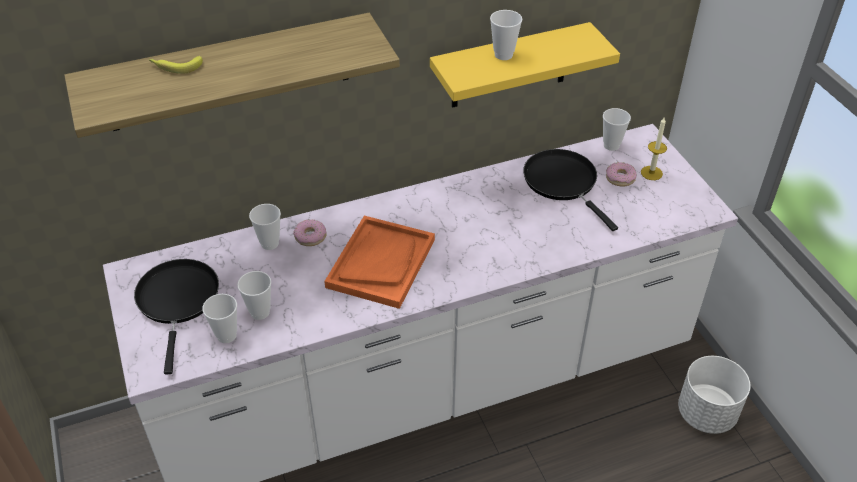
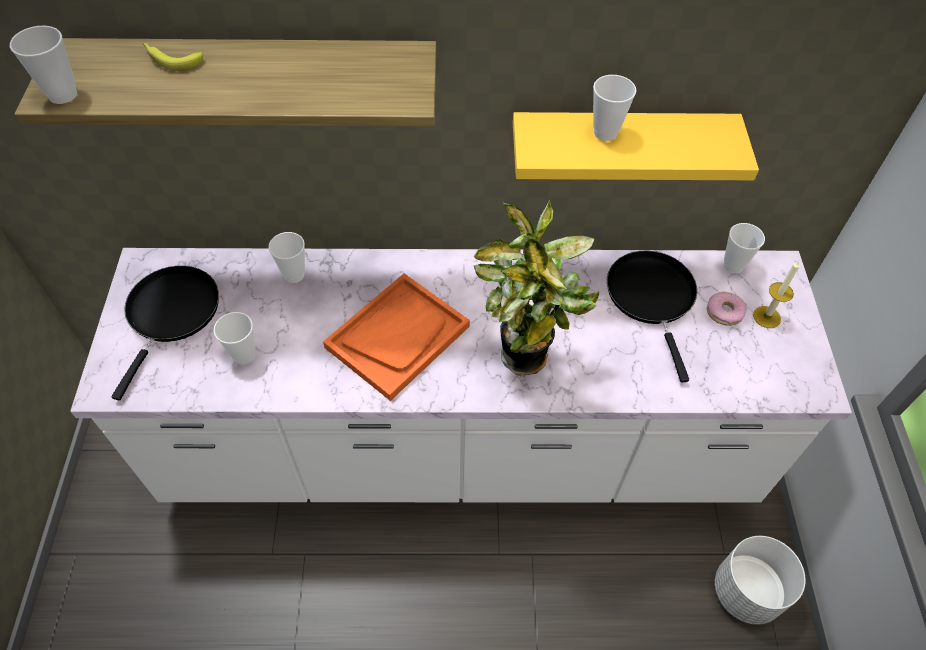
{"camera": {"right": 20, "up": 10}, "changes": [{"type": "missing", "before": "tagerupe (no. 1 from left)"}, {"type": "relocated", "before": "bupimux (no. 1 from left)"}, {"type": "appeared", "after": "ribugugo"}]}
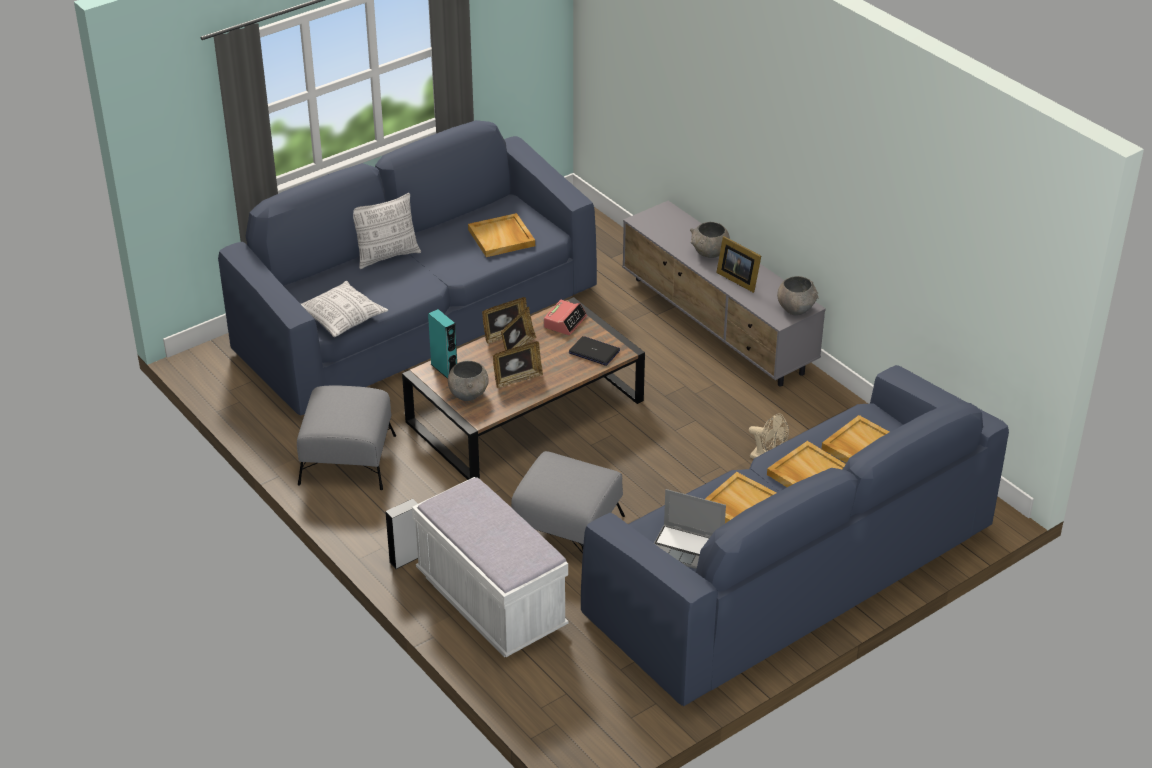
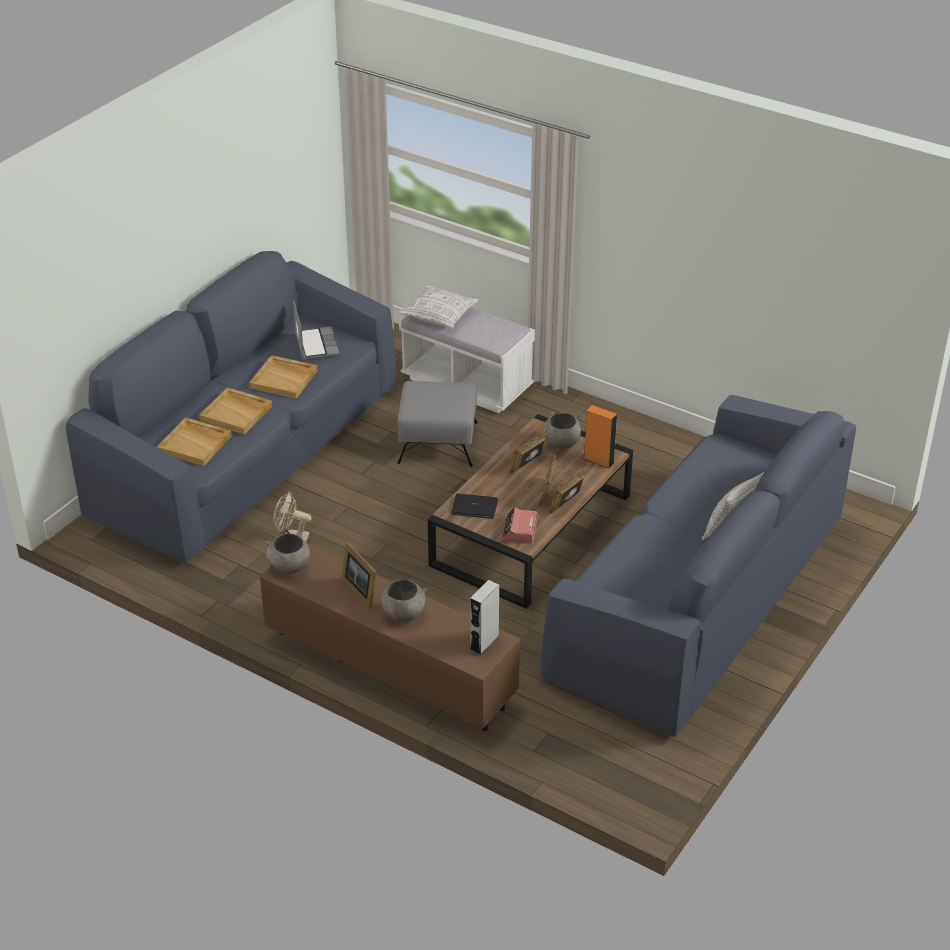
{"camera": {"right": 160, "up": 0}, "changes": [{"type": "colour", "before": "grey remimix", "after": "brown remimix"}, {"type": "missing", "before": "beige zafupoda (no. 1 from left)"}, {"type": "spun", "before": "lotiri (no. 4 from left in the first image)", "turn": -150}, {"type": "relocated", "before": "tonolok (no. 1 from left)"}, {"type": "colour", "before": "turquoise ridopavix", "after": "orange ridopavix"}, {"type": "missing", "before": "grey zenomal (no. 1 from left)"}, {"type": "spun", "before": "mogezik (no. 2 from left in the first image)", "turn": 75}, {"type": "relocated", "before": "grey ridopavix"}]}
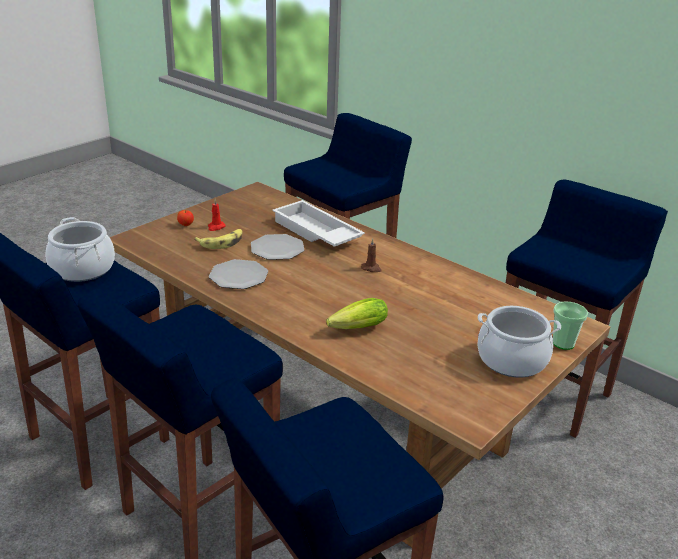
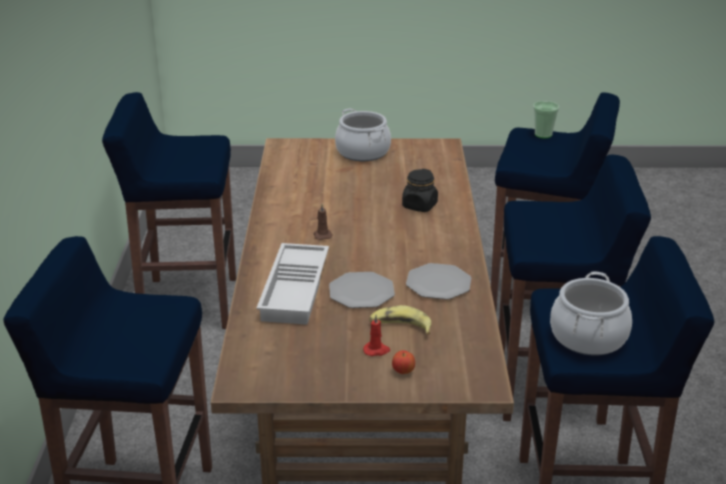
{"camera": {"right": -130, "up": 0}, "changes": [{"type": "exchanged", "before": "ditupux", "after": "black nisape"}, {"type": "relocated", "before": "bupimux"}]}
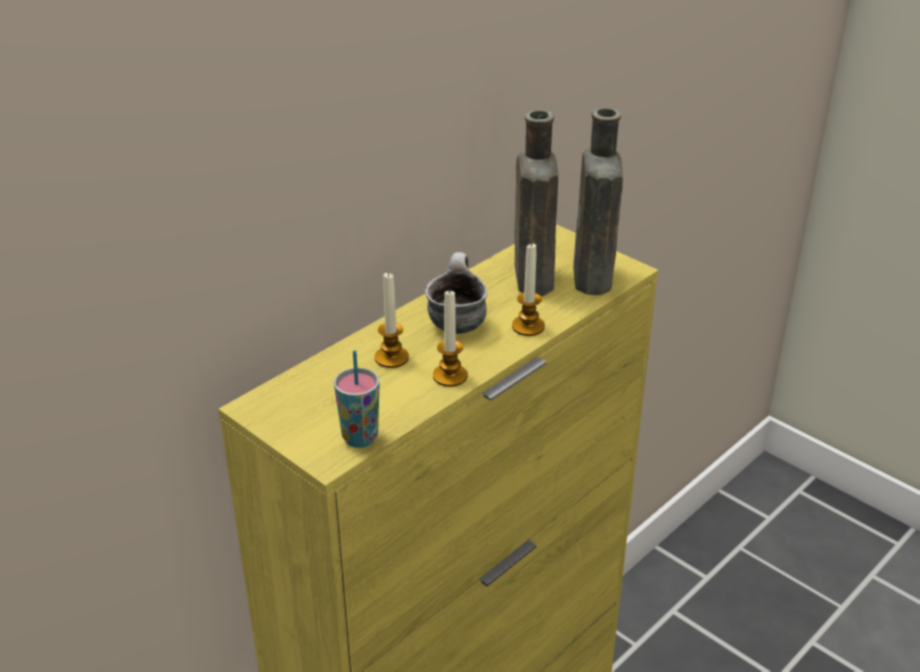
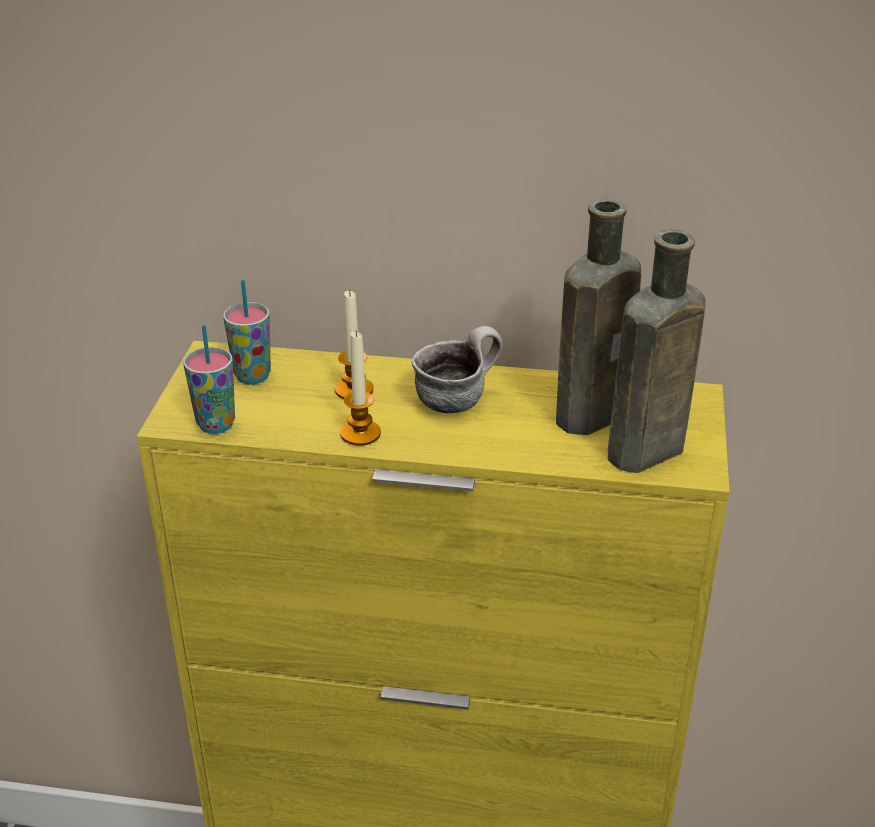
{"camera": {"right": 55, "up": 0}, "changes": [{"type": "missing", "before": "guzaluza (no. 3 from left)"}, {"type": "appeared", "after": "bupimux (no. 2 from left)"}]}
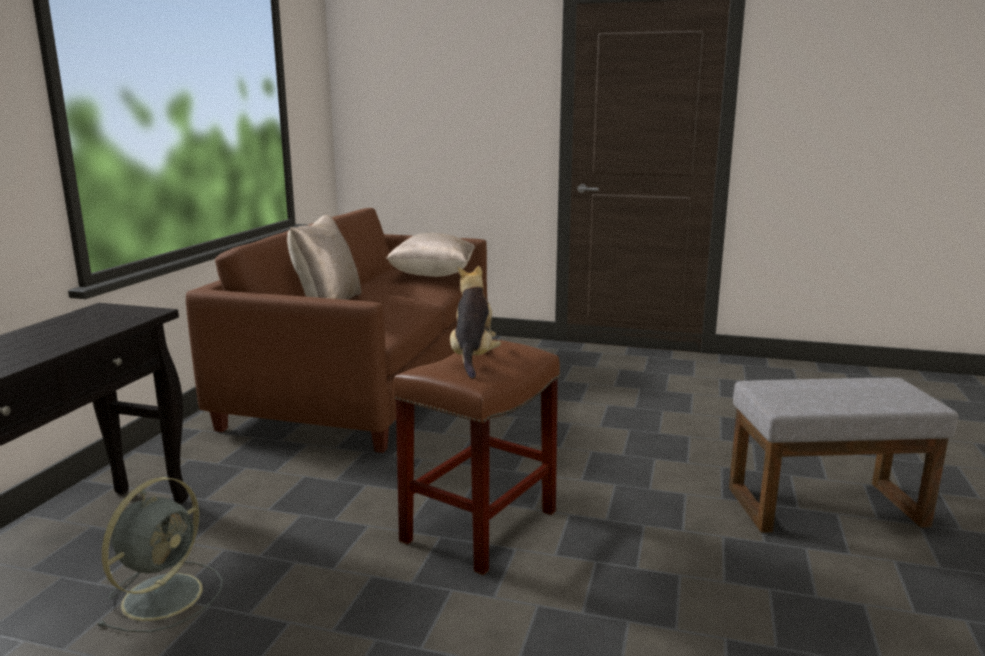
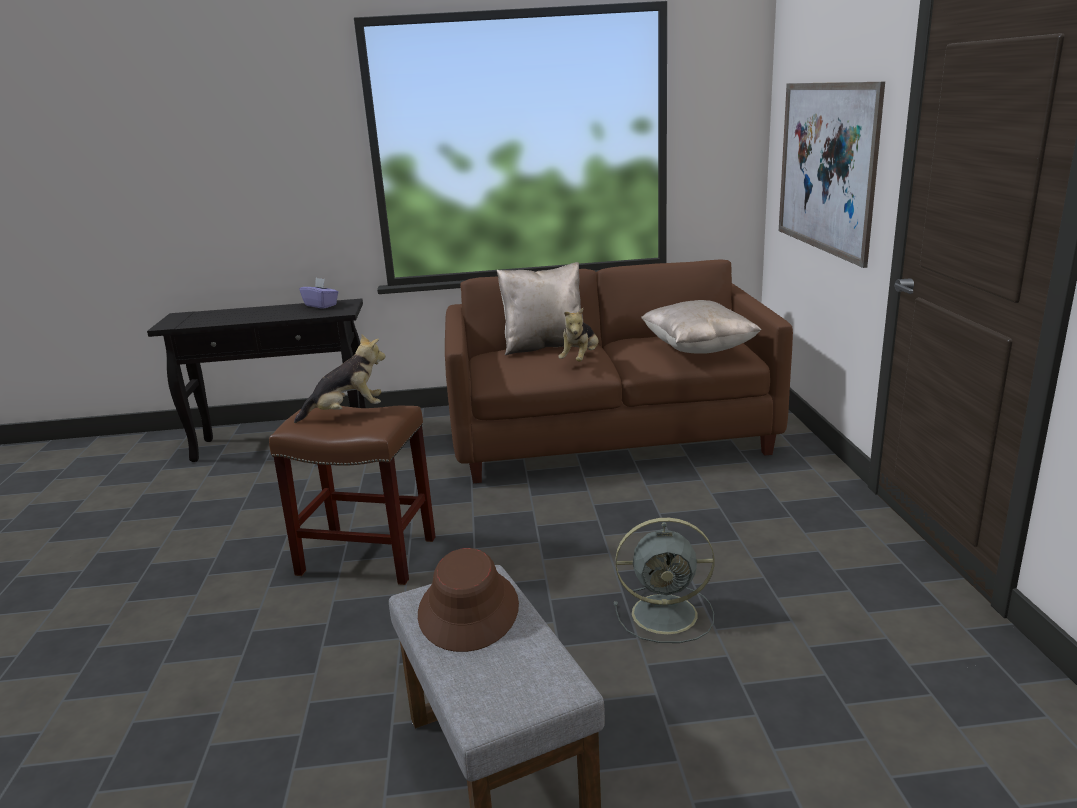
{"camera": {"right": 70, "up": 5}, "changes": [{"type": "relocated", "before": "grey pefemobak"}, {"type": "appeared", "after": "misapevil"}, {"type": "appeared", "after": "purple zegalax"}, {"type": "appeared", "after": "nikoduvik (no. 2 from left)"}, {"type": "appeared", "after": "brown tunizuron"}]}
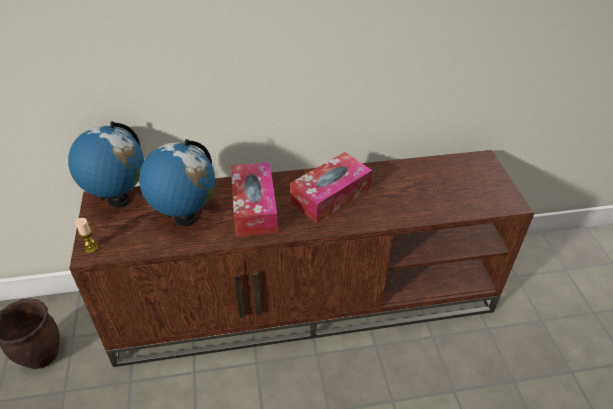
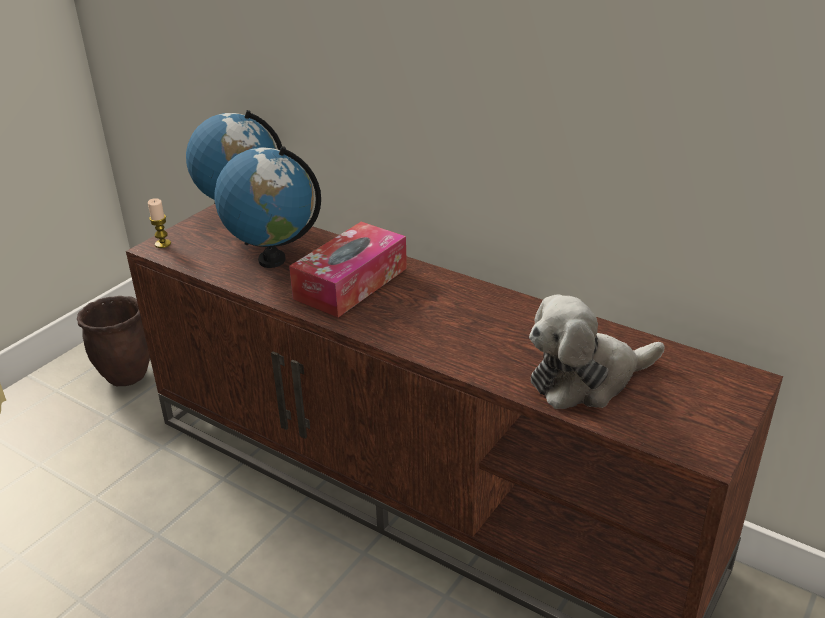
{"camera": {"right": 45, "up": -10}, "changes": [{"type": "missing", "before": "zegalax (no. 2 from left)"}, {"type": "appeared", "after": "nikoduvik"}]}
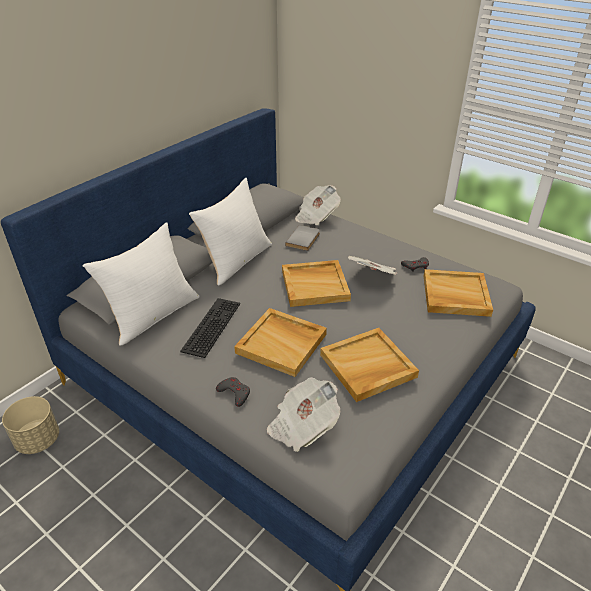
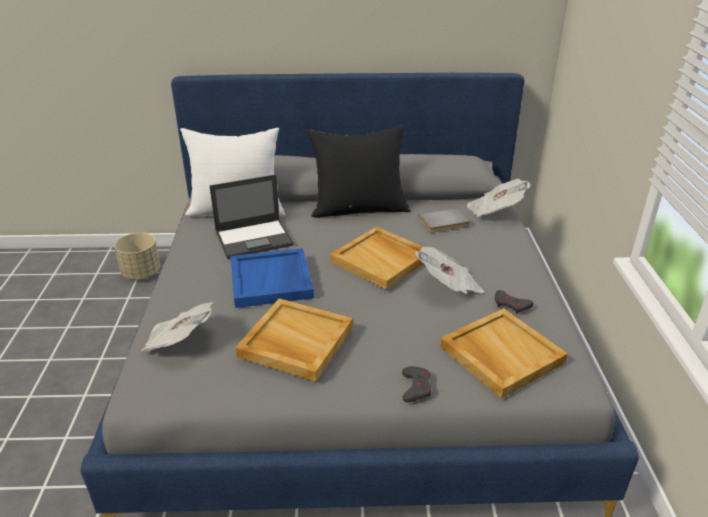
{"camera": {"right": 50, "up": -5}, "changes": [{"type": "colour", "before": "white tonolok (no. 2 from left)", "after": "black tonolok"}, {"type": "exchanged", "before": "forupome", "after": "mogezik"}, {"type": "colour", "before": "beige zafupoda (no. 1 from left)", "after": "blue zafupoda"}, {"type": "relocated", "before": "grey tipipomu (no. 1 from left)"}]}
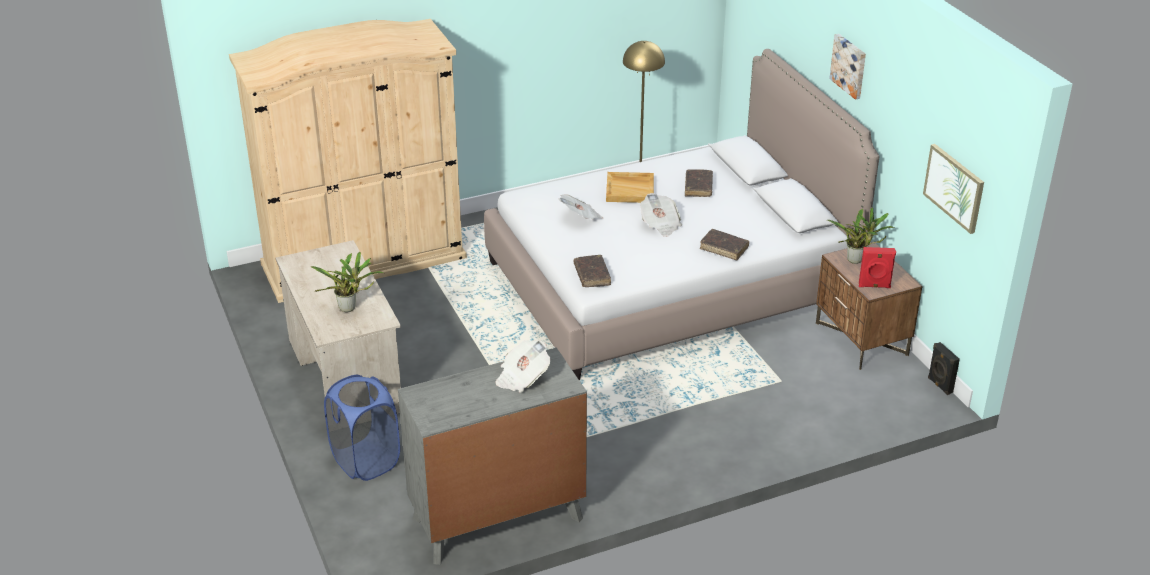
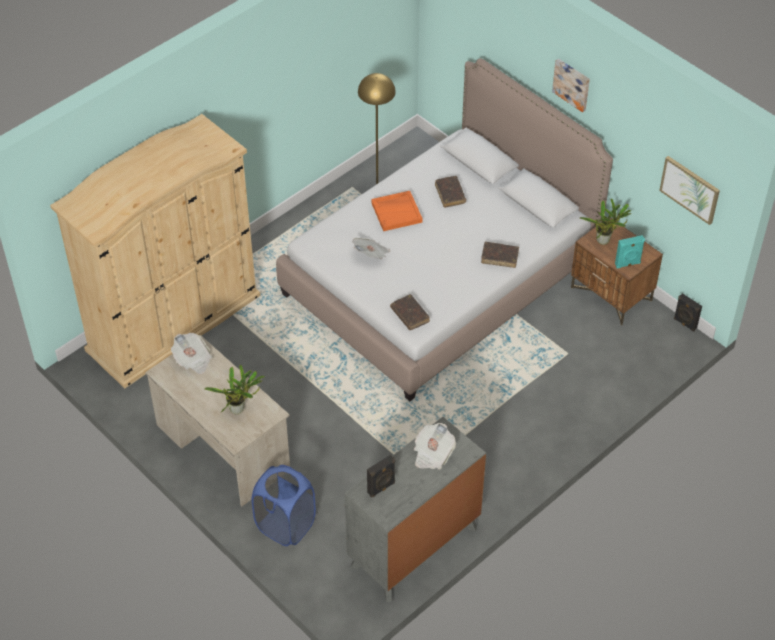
{"camera": {"right": -20, "up": 15}, "changes": [{"type": "colour", "before": "beige zafupoda", "after": "orange zafupoda"}, {"type": "relocated", "before": "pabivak (no. 3 from left in the first image)", "after": "pabivak (no. 1 from left)"}, {"type": "colour", "before": "red ridopavix", "after": "turquoise ridopavix"}, {"type": "appeared", "after": "black ridopavix (no. 1 from left)"}]}
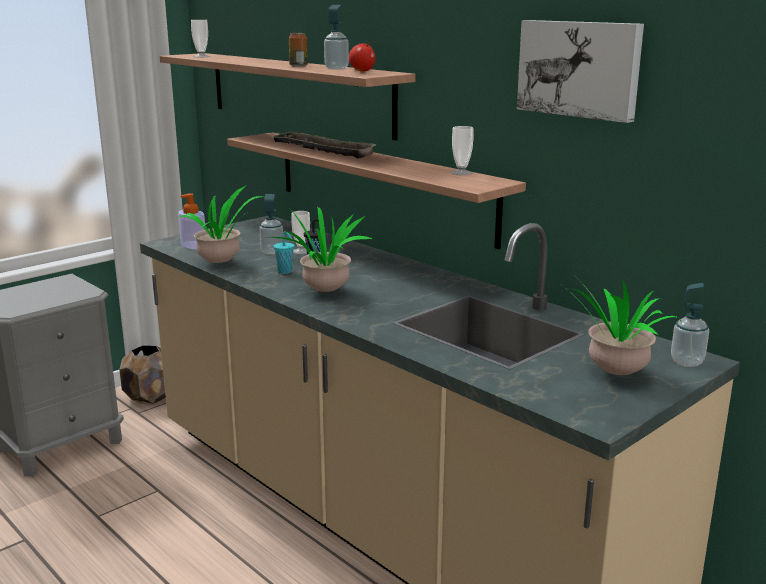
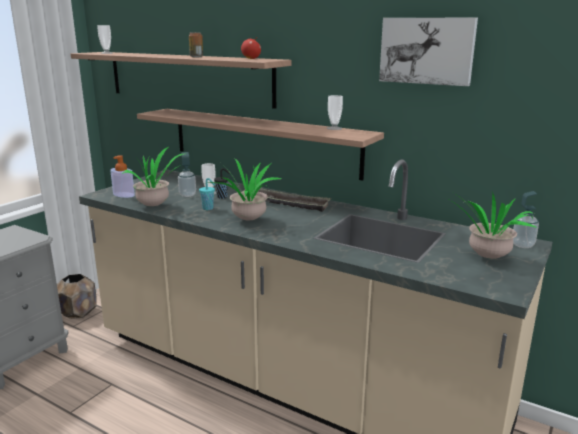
{"camera": {"right": -15, "up": 0}, "changes": [{"type": "missing", "before": "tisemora (no. 3 from left)"}, {"type": "relocated", "before": "zafupoda"}]}
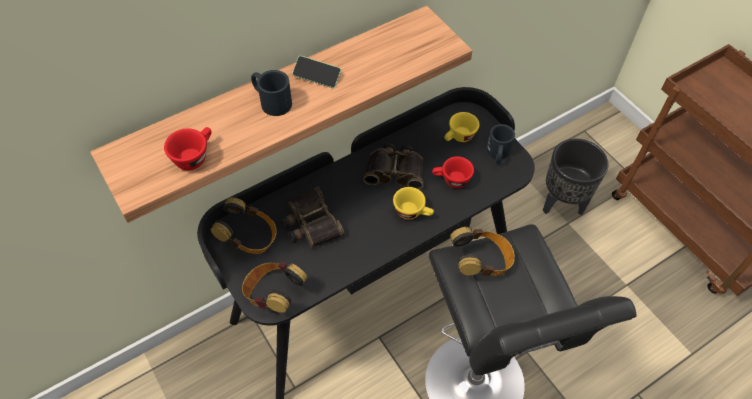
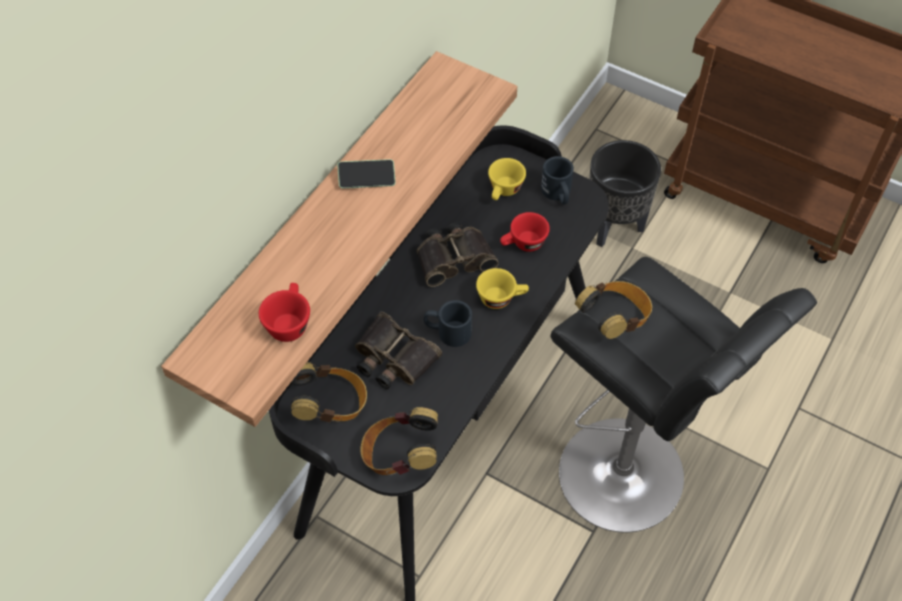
{"camera": {"right": -25, "up": 0}, "changes": [{"type": "relocated", "before": "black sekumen (no. 1 from left)"}]}
